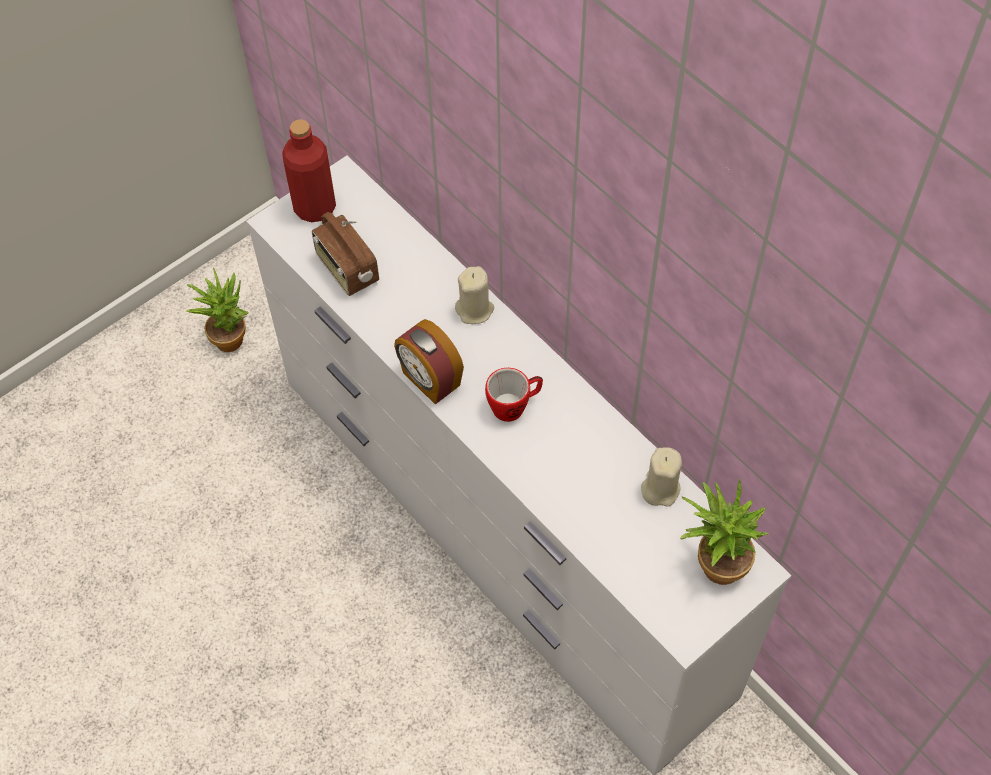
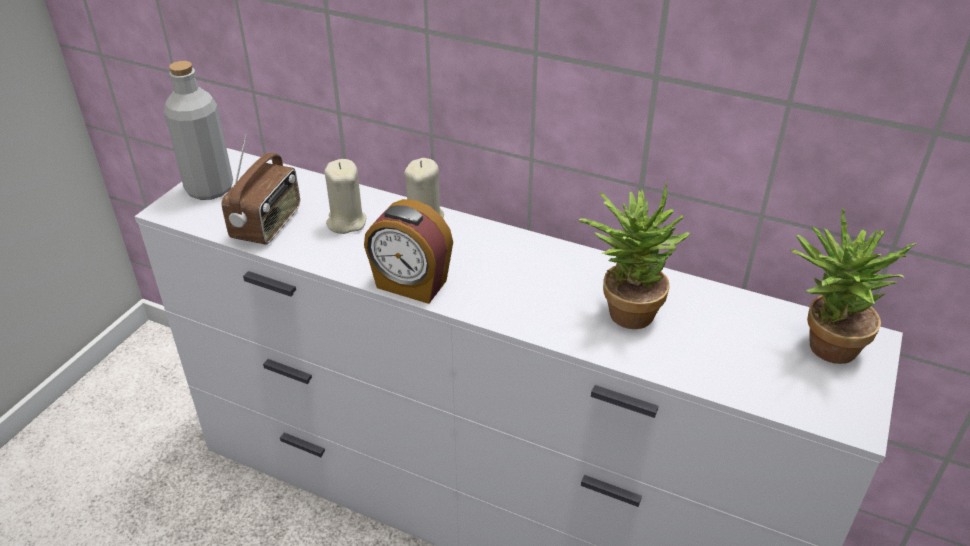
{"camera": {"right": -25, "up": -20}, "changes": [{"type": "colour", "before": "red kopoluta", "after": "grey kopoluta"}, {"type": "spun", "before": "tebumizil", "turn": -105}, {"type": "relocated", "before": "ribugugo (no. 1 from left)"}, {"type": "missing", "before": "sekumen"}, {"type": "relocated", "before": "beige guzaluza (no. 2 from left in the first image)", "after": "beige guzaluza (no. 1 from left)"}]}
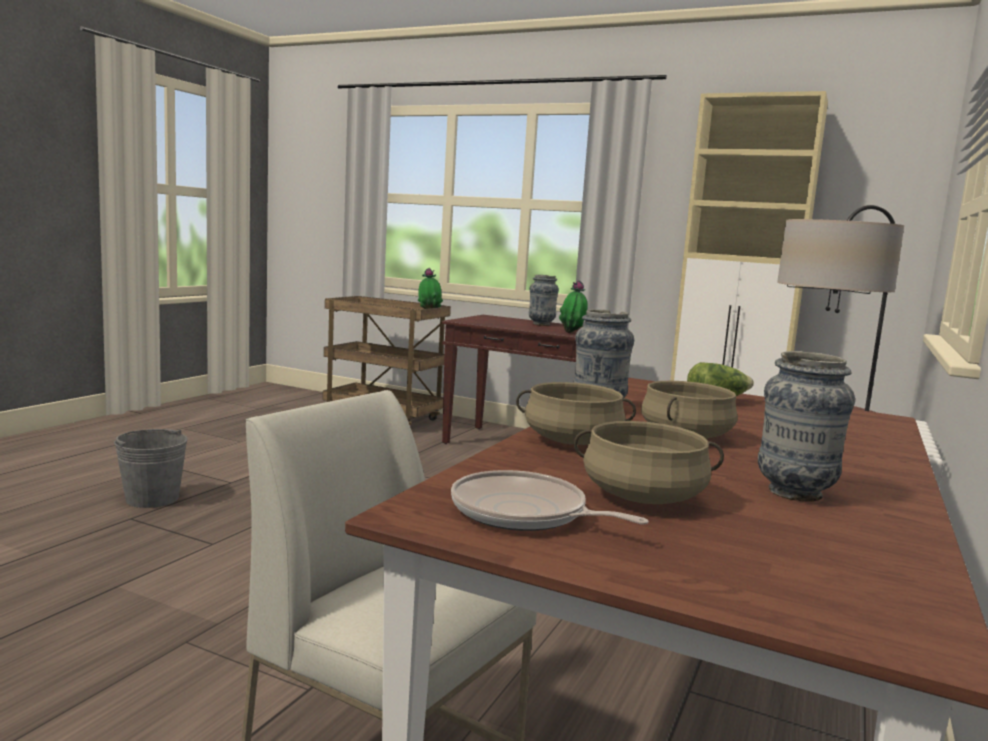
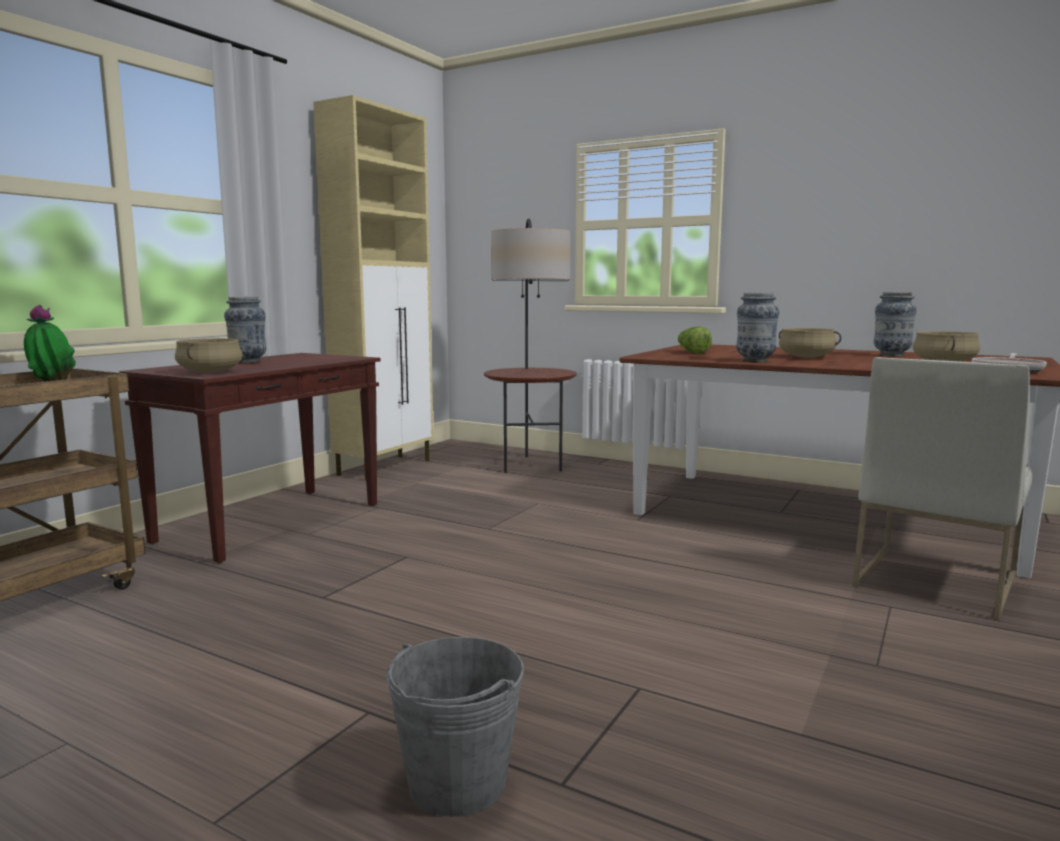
{"camera": {"right": -85, "up": 0}, "changes": [{"type": "missing", "before": "ribugugo (no. 2 from left)"}, {"type": "relocated", "before": "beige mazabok (no. 1 from left)"}]}
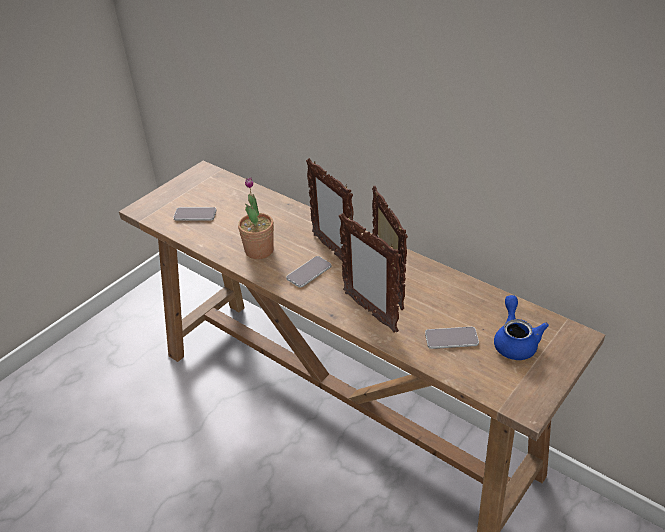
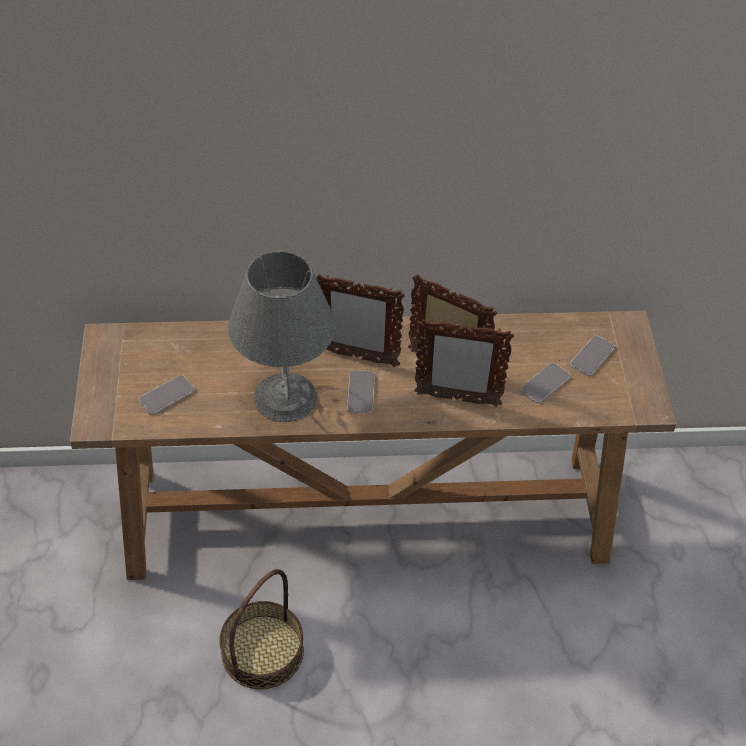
{"camera": {"right": -45, "up": 10}, "changes": [{"type": "exchanged", "before": "ribugugo", "after": "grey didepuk"}, {"type": "exchanged", "before": "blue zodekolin", "after": "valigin (no. 4 from left)"}, {"type": "appeared", "after": "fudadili"}]}
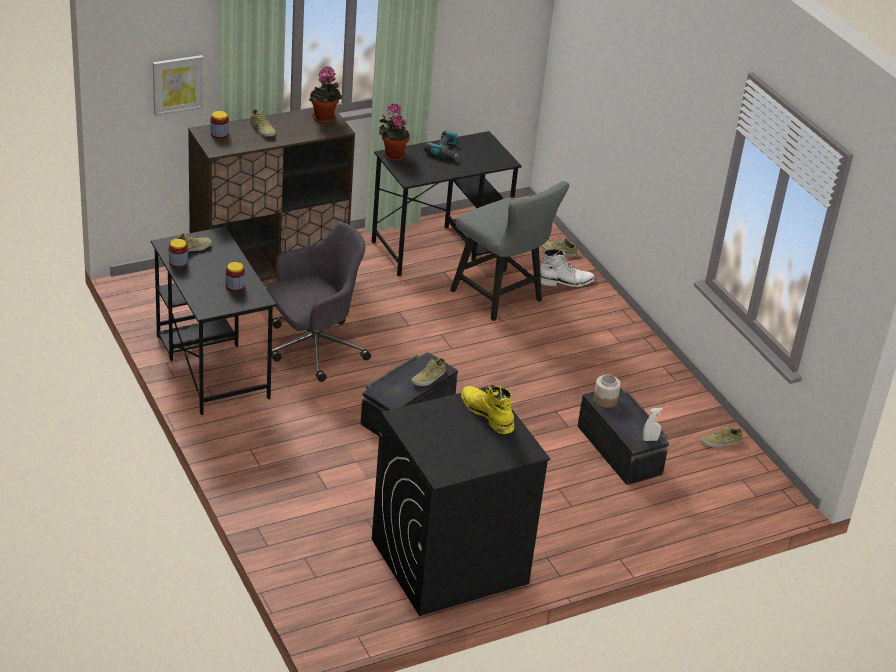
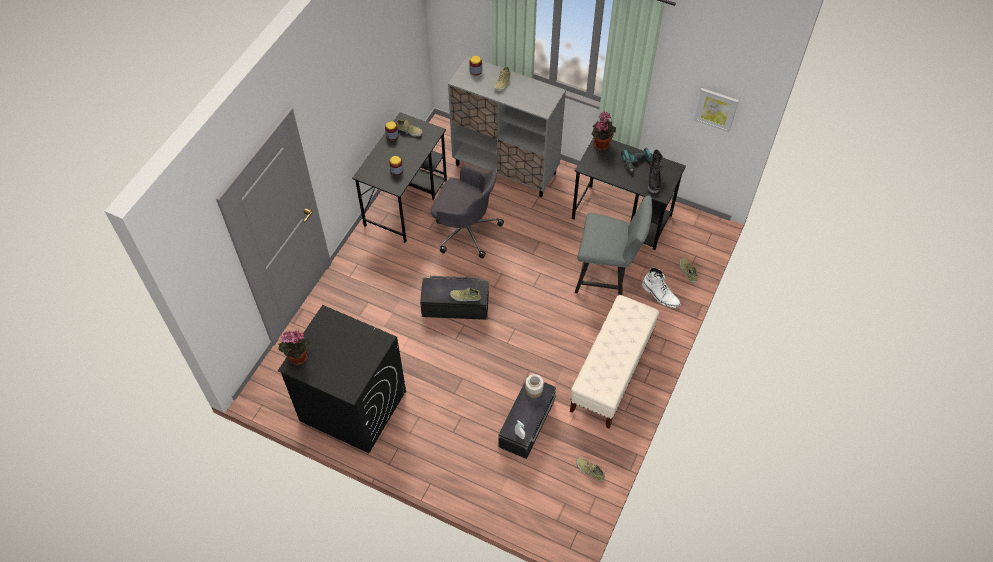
{"camera": {"right": 55, "up": 20}, "changes": [{"type": "relocated", "before": "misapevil"}, {"type": "relocated", "before": "ribugugo (no. 1 from left)"}, {"type": "colour", "before": "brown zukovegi", "after": "grey zukovegi"}, {"type": "spun", "before": "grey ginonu", "turn": -90}, {"type": "missing", "before": "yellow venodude"}, {"type": "appeared", "after": "black venodude"}, {"type": "appeared", "after": "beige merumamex"}]}
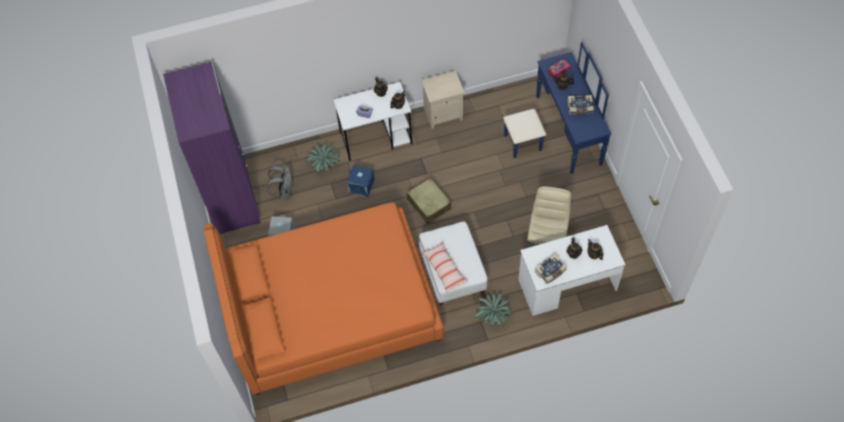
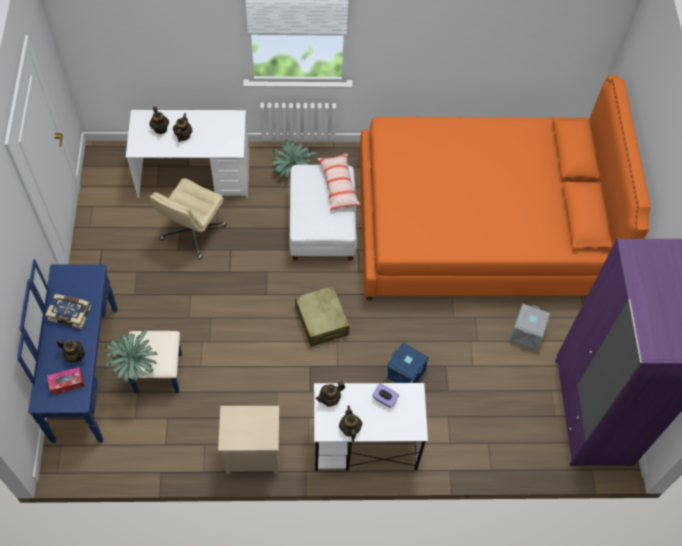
{"camera": {"right": -170, "up": 0}, "changes": [{"type": "relocated", "before": "ribugugo (no. 1 from left)"}, {"type": "missing", "before": "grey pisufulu"}, {"type": "missing", "before": "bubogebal (no. 1 from left)"}]}
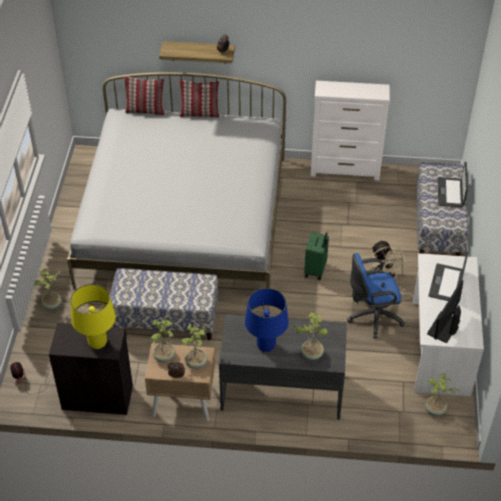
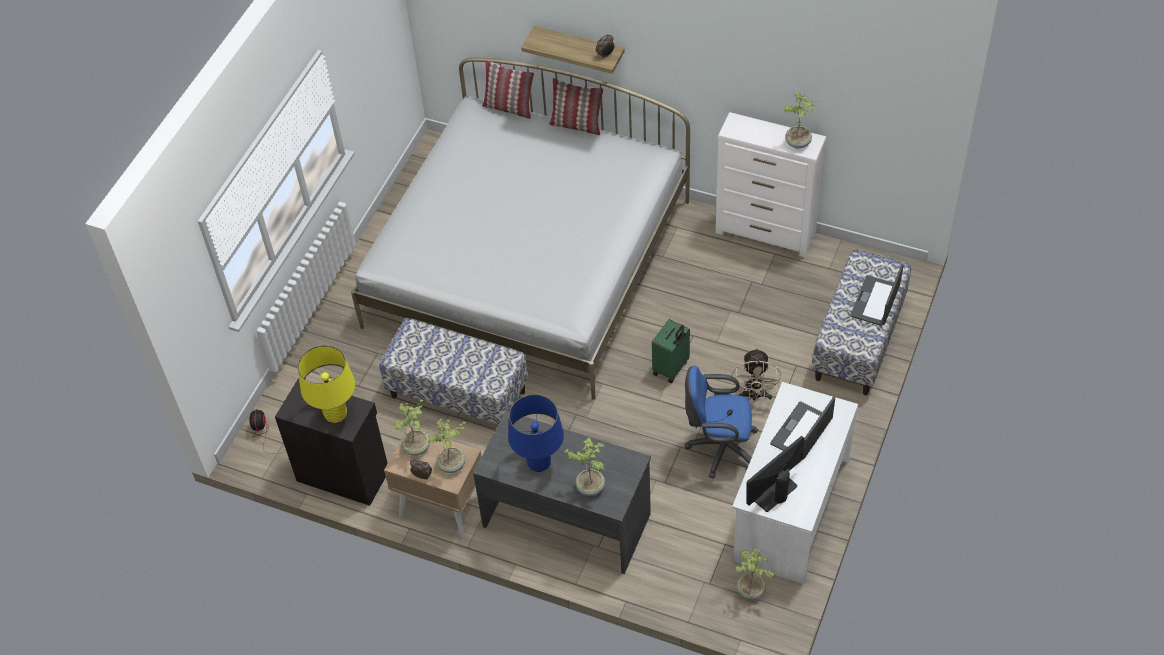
{"camera": {"right": 20, "up": 5}, "changes": [{"type": "relocated", "before": "ribugugo (no. 1 from left in the first image)", "after": "ribugugo (no. 5 from left)"}]}
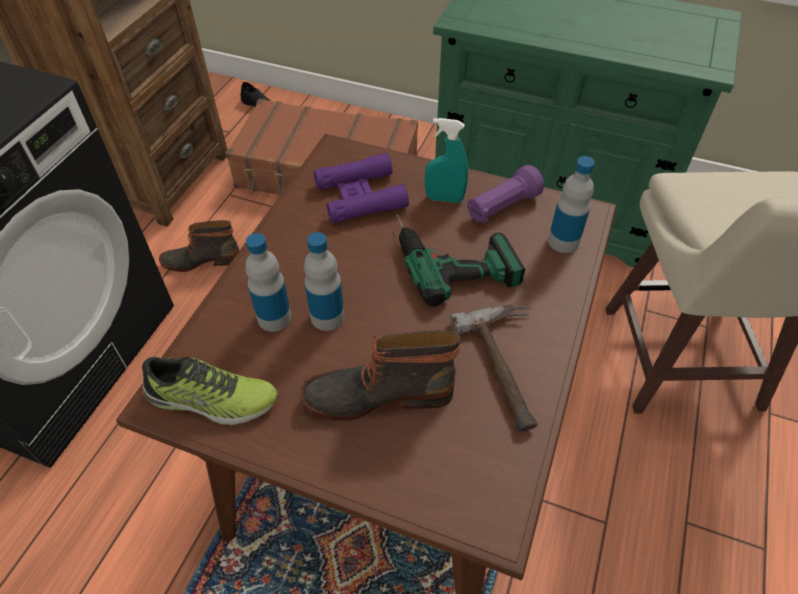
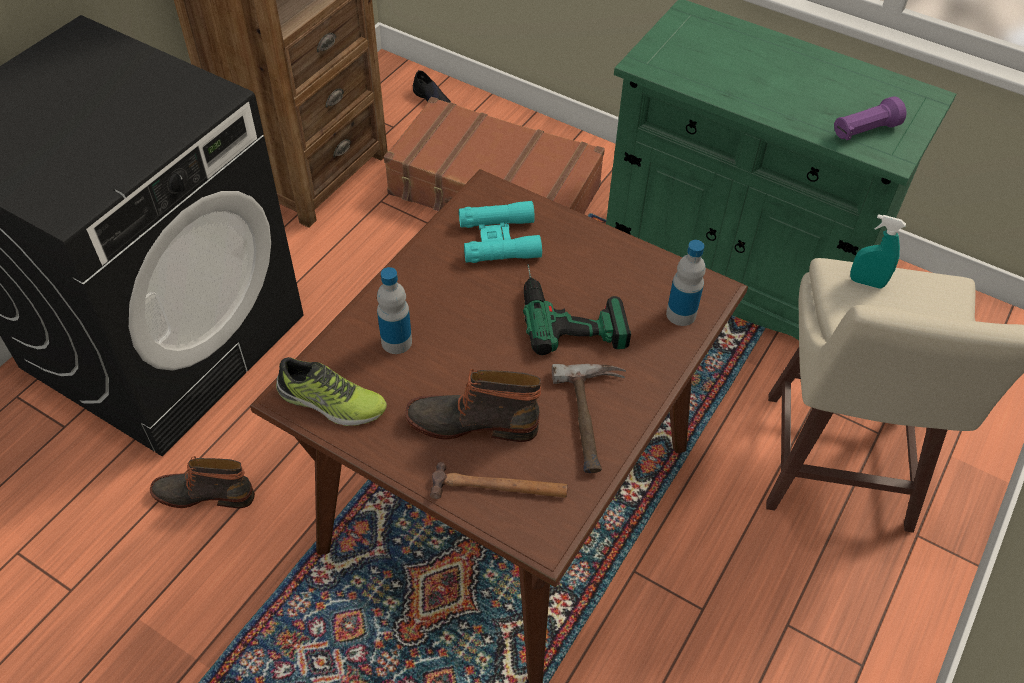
{"camera": {"right": 10, "up": 0}, "changes": [{"type": "relocated", "before": "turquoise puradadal"}, {"type": "colour", "before": "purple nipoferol", "after": "turquoise nipoferol"}, {"type": "relocated", "before": "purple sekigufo"}, {"type": "relocated", "before": "venodude (no. 1 from left)"}, {"type": "missing", "before": "kopoluta (no. 2 from left)"}, {"type": "appeared", "after": "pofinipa (no. 1 from left)"}]}
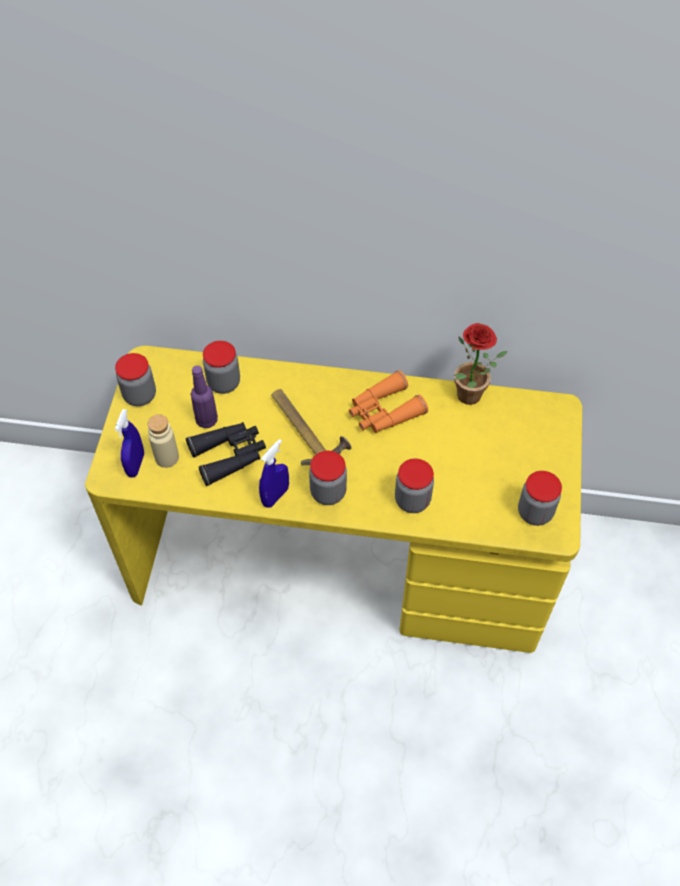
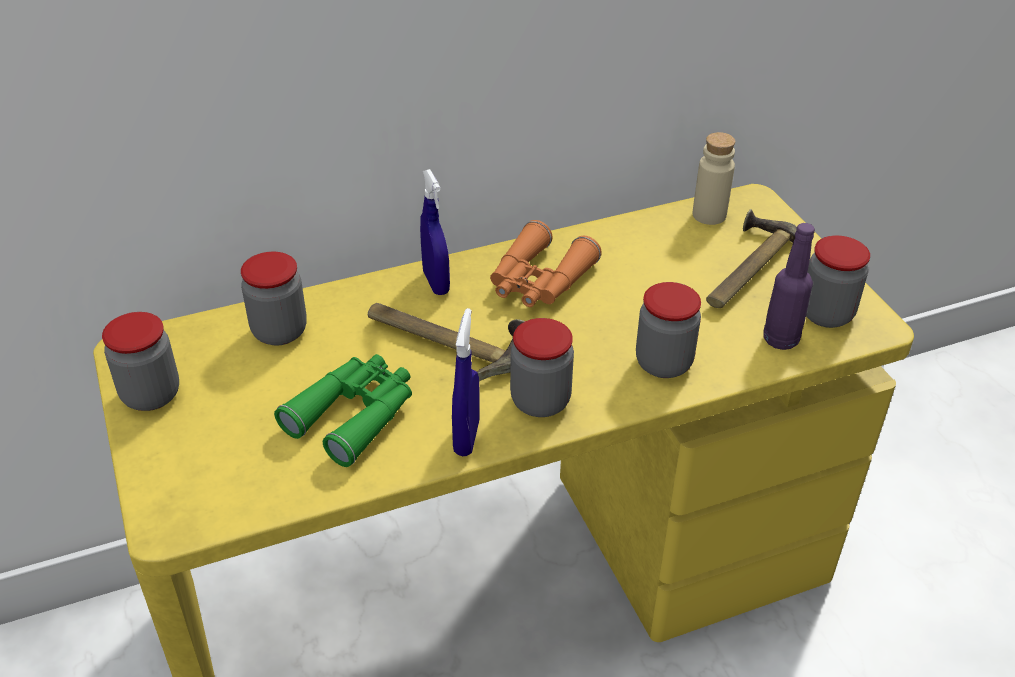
{"camera": {"right": -30, "up": -15}, "changes": [{"type": "missing", "before": "ribugugo"}, {"type": "relocated", "before": "purple kopoluta"}, {"type": "relocated", "before": "blue puradadal (no. 1 from left)"}, {"type": "relocated", "before": "beige kopoluta"}, {"type": "colour", "before": "black nipoferol", "after": "green nipoferol"}, {"type": "appeared", "after": "pofinipa (no. 2 from left)"}]}
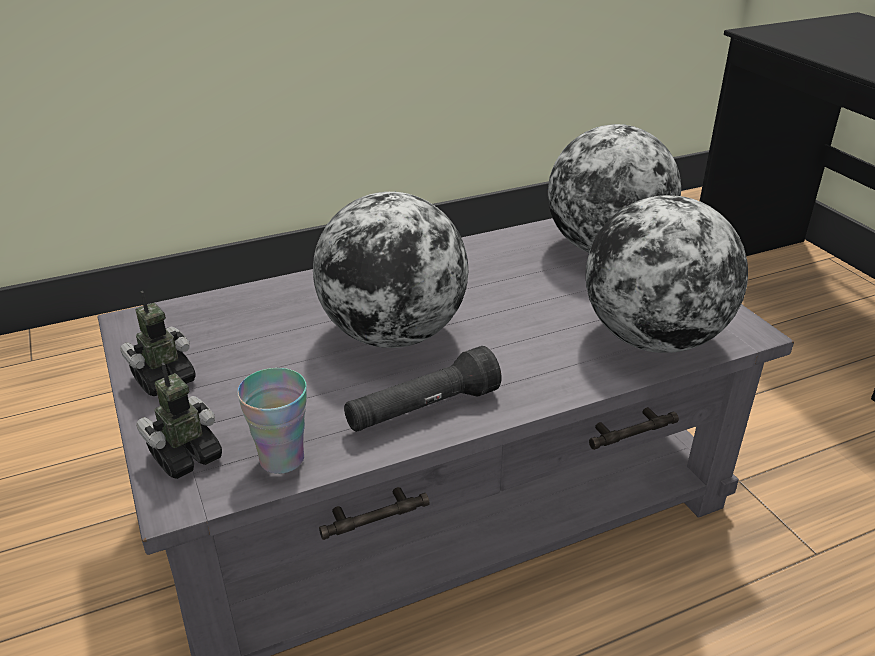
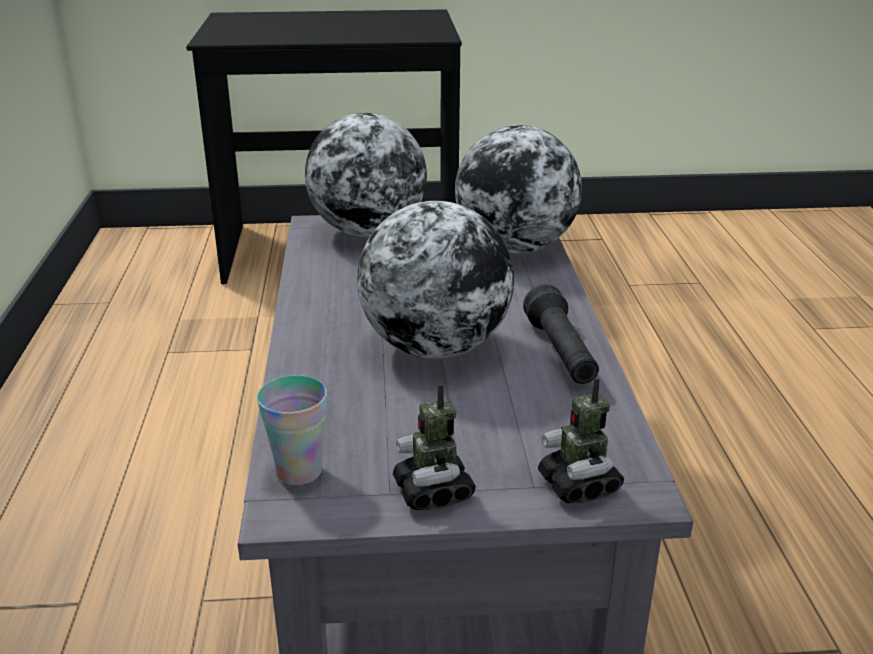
{"camera": {"right": -70, "up": -5}, "changes": [{"type": "relocated", "before": "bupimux"}]}
